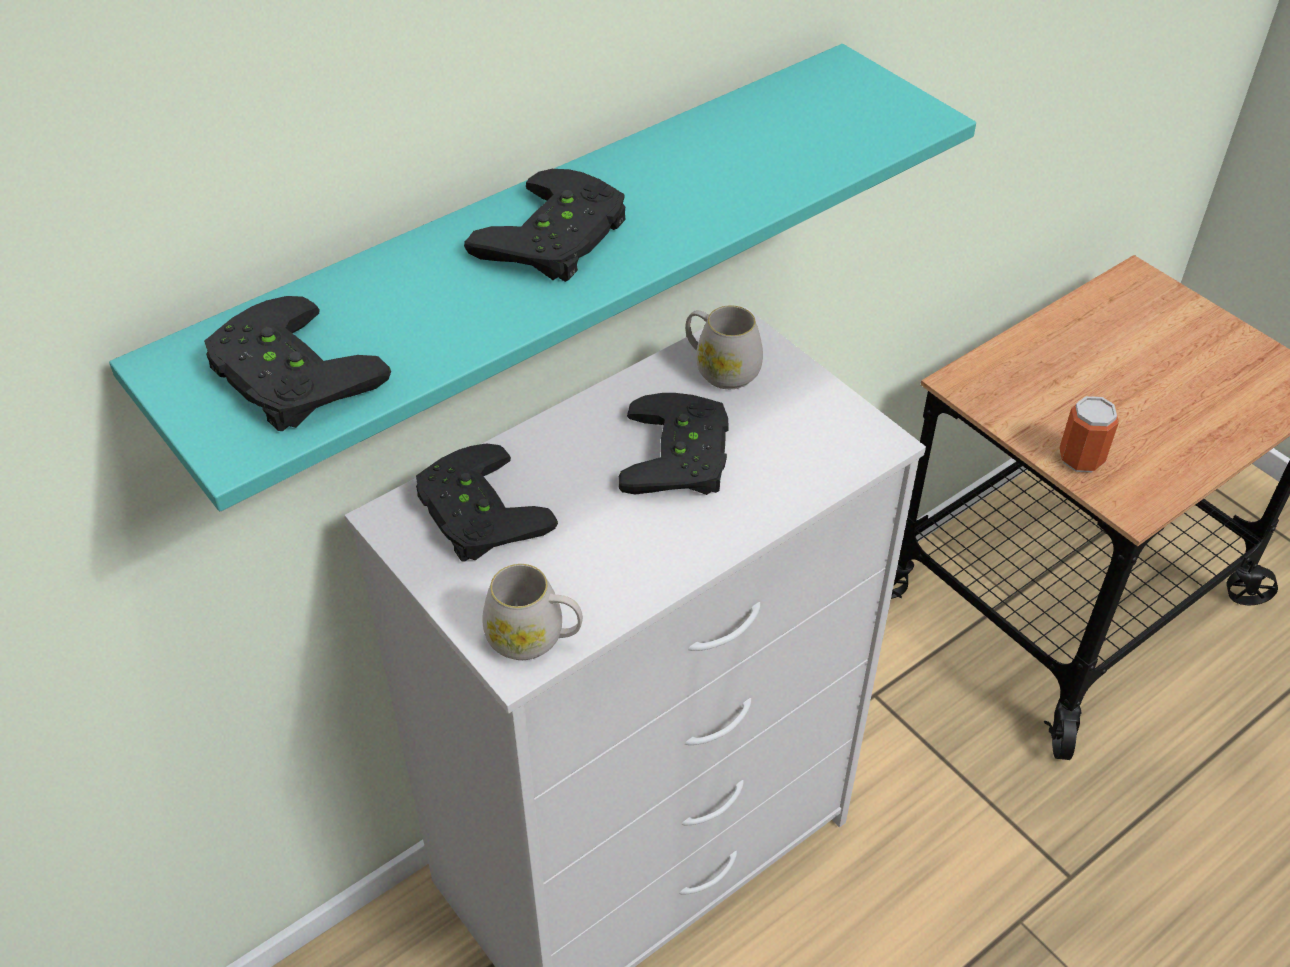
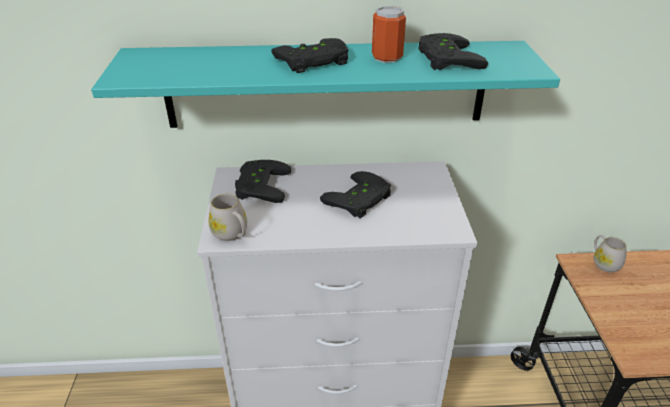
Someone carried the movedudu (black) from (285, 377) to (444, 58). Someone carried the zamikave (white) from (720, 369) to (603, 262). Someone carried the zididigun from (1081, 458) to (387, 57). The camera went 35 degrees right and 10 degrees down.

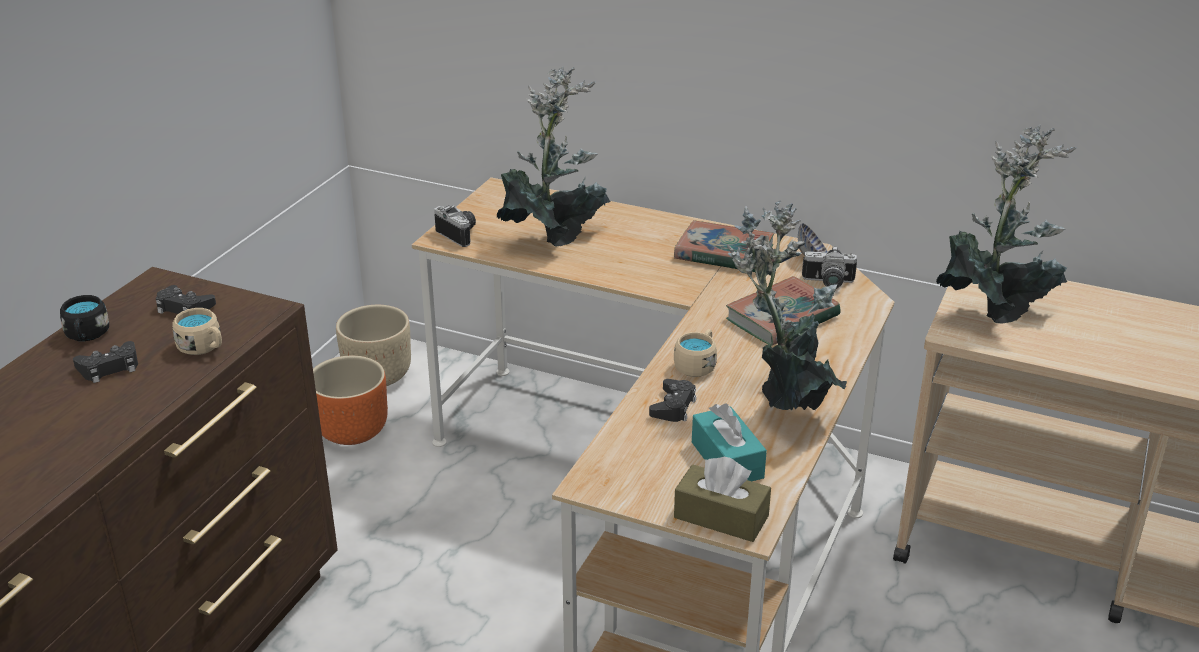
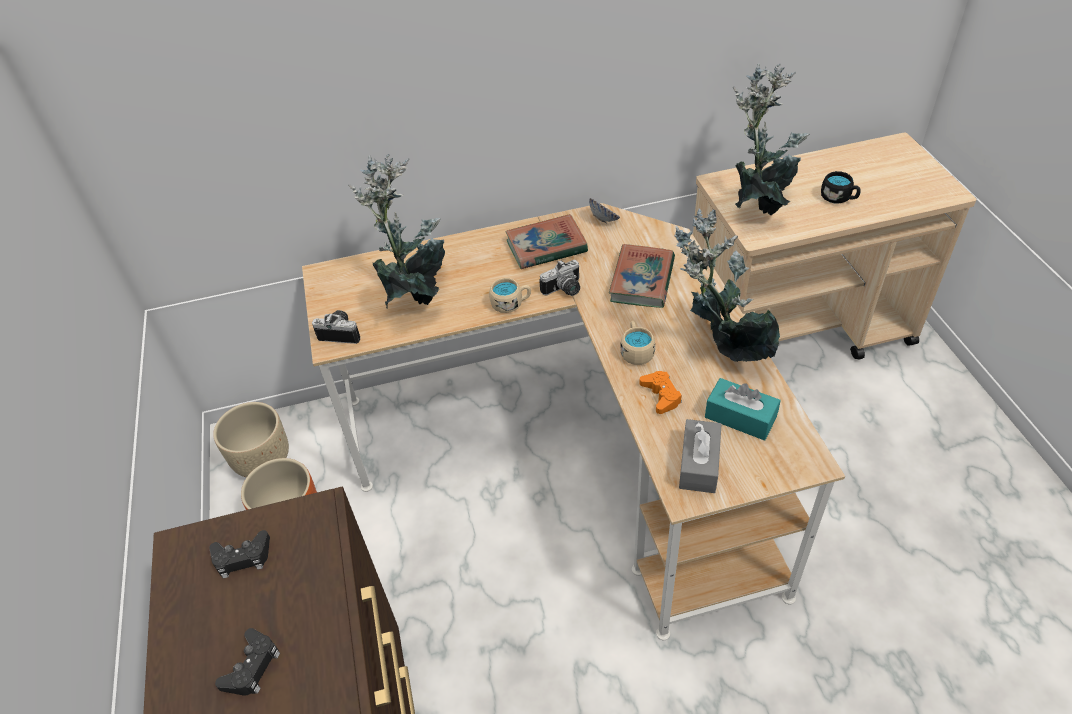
Someone carried the zamikave (black) from (87, 336) to (839, 198). Someone carried the zamikave (beige) from (203, 348) to (511, 304). Someone repainted the movedudu (black) at (673, 406), which became the movedudu (orange) at (661, 395). Someone took away the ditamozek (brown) at (721, 517). Someone carried the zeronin from (828, 283) to (564, 290). Someone put down the ditamozek (grey) at (699, 464). The camera went 35 degrees left and 15 degrees up.

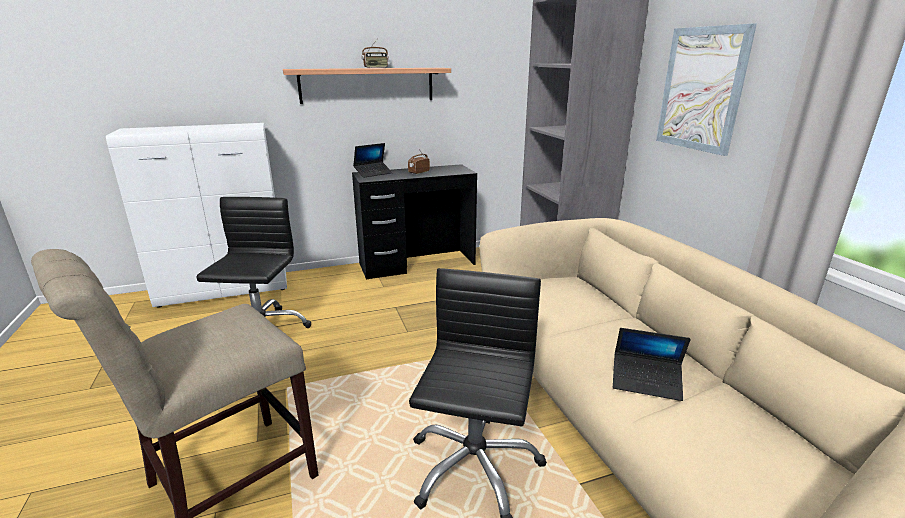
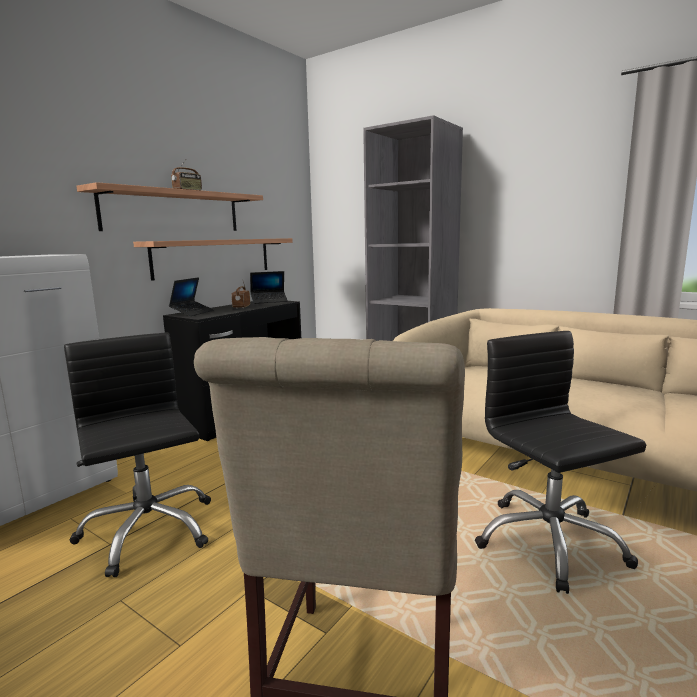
Someone carried the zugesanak from (646, 382) to (269, 301). Someone took away the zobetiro at (701, 89). Someone put up the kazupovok at (214, 257). The camera went 35 degrees left and 10 degrees down.

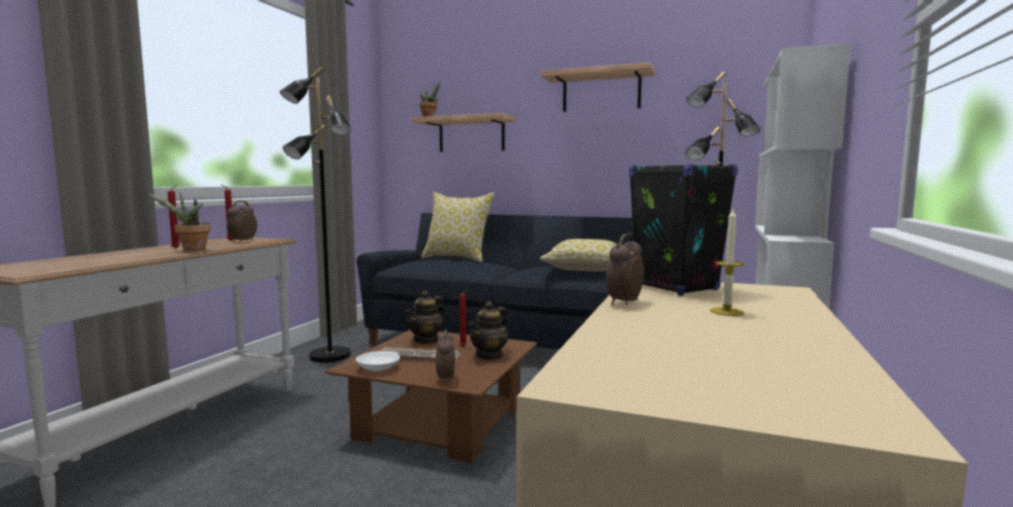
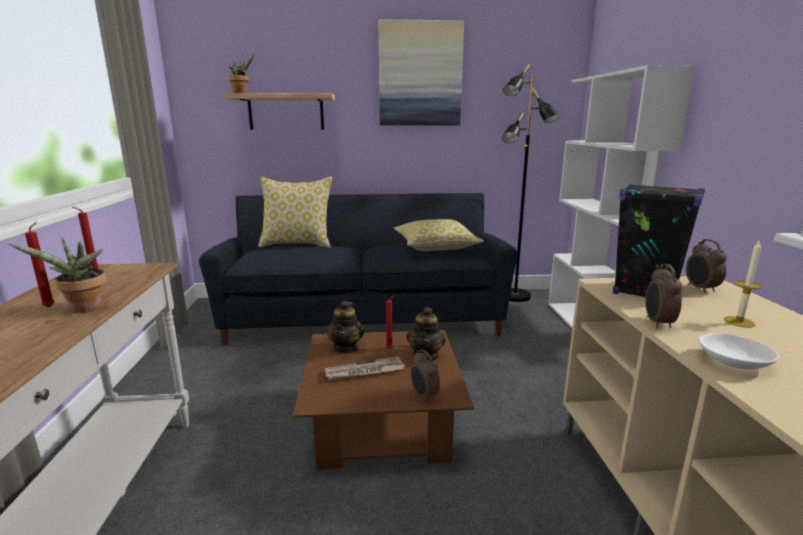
Someone carried the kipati from (242, 241) to (700, 289). Someone took away the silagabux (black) at (329, 356). Someone carried the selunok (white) from (379, 368) to (733, 361). Someone swapped the kazupovok at (601, 92) for the zobetiro at (420, 74). The camera went 25 degrees left and 10 degrees up.

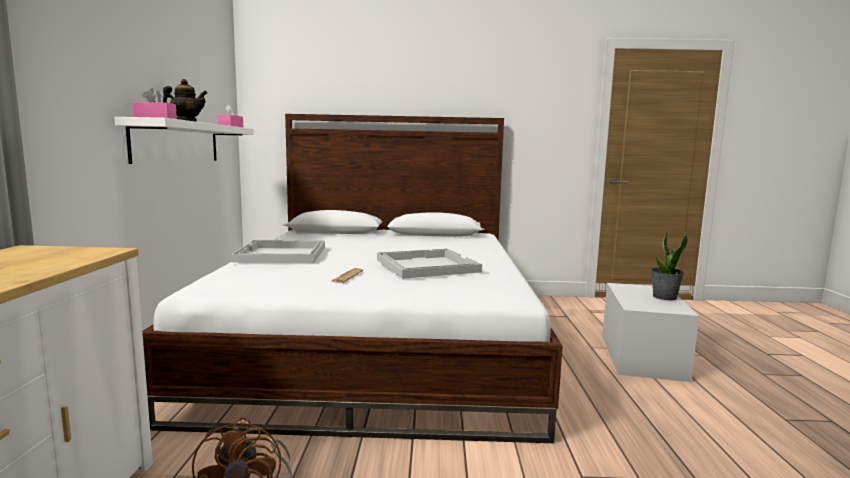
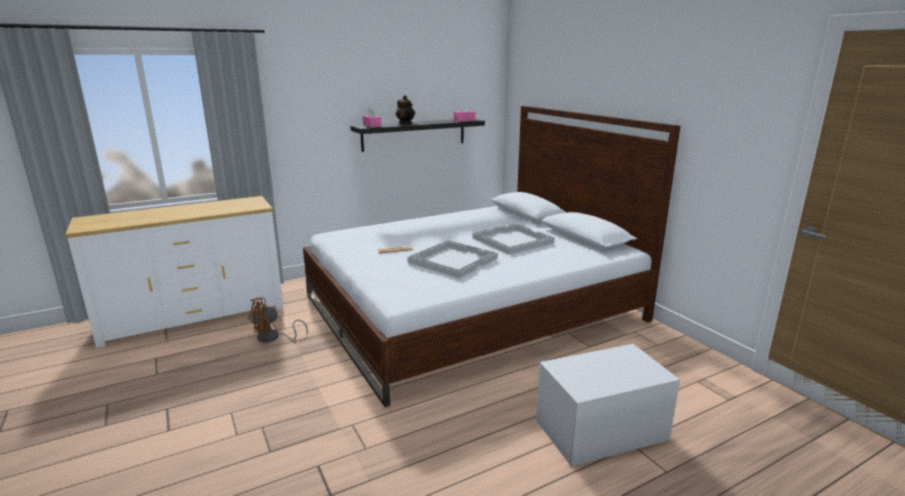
Someone repainted the kazupovok (white) at (178, 142), which became the kazupovok (black) at (414, 134). Someone carried the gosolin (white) from (280, 254) to (511, 240). Someone took away the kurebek at (664, 297). The camera went 60 degrees right and 10 degrees up.

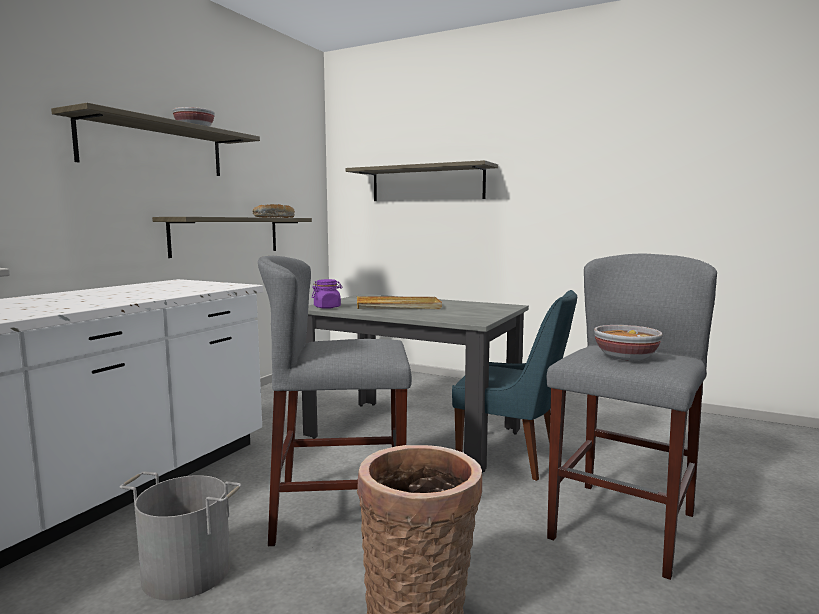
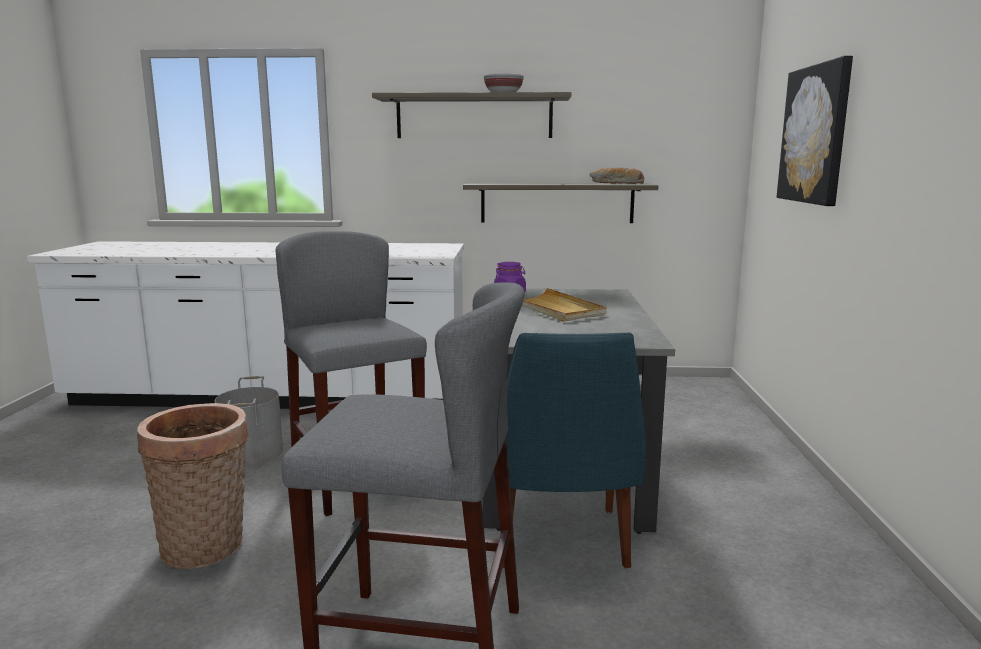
Someone swapped the kazupovok at (427, 184) for the zobetiro at (815, 134). Someone took away the selunok at (625, 357). The camera went 65 degrees right and 5 degrees up.

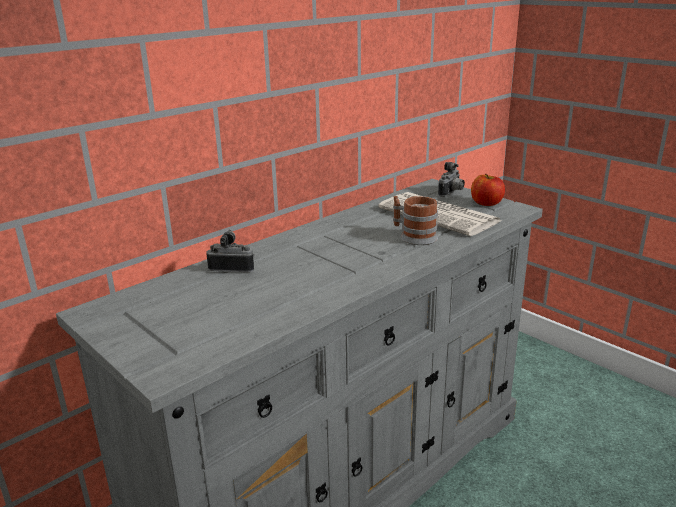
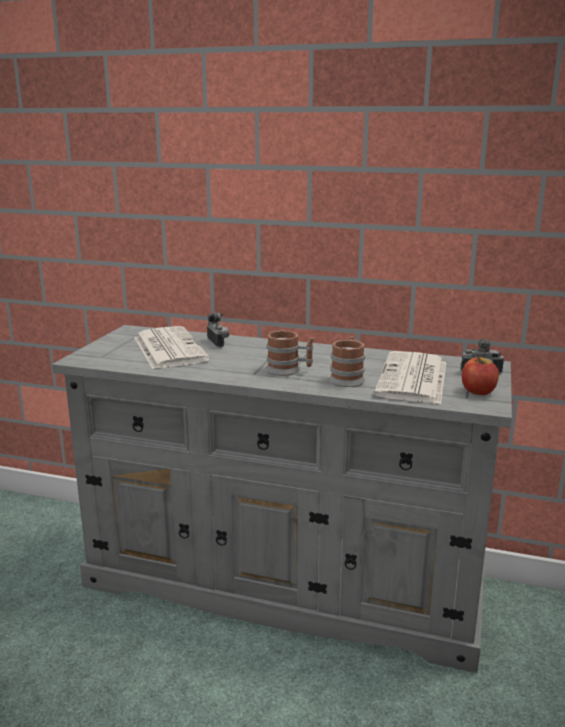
Someone put down the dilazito at (168, 348). Someone put down the zamikave at (289, 370). The camera went 60 degrees right and 5 degrees down.

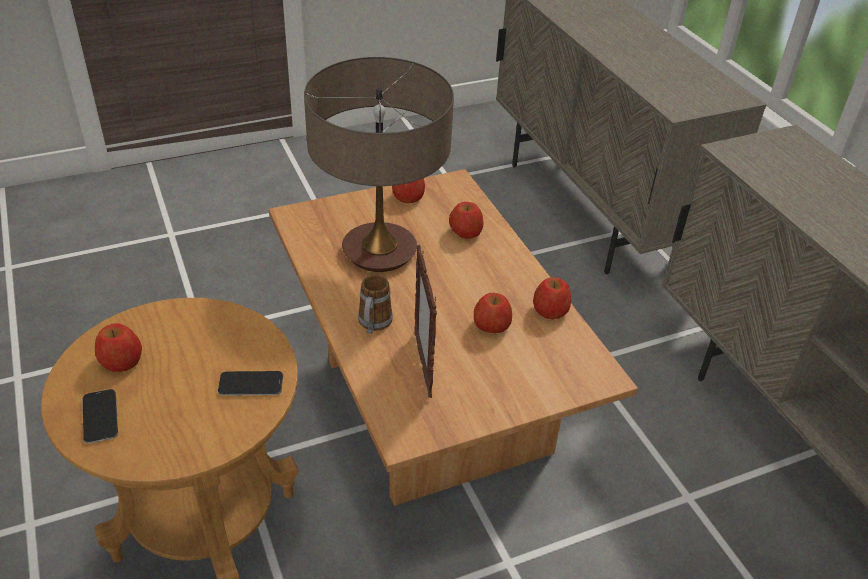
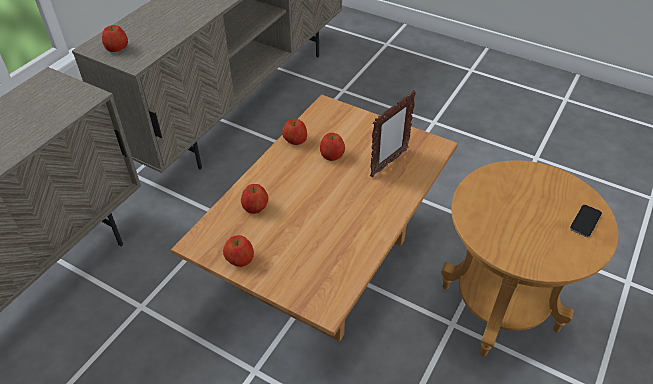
Someone carried the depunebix from (121, 360) to (116, 48). Someone took away the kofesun at (251, 384). Someone took away the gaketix at (379, 252). Someone took away the zamikave at (373, 325). The camera went 125 degrees left and 5 degrees up.

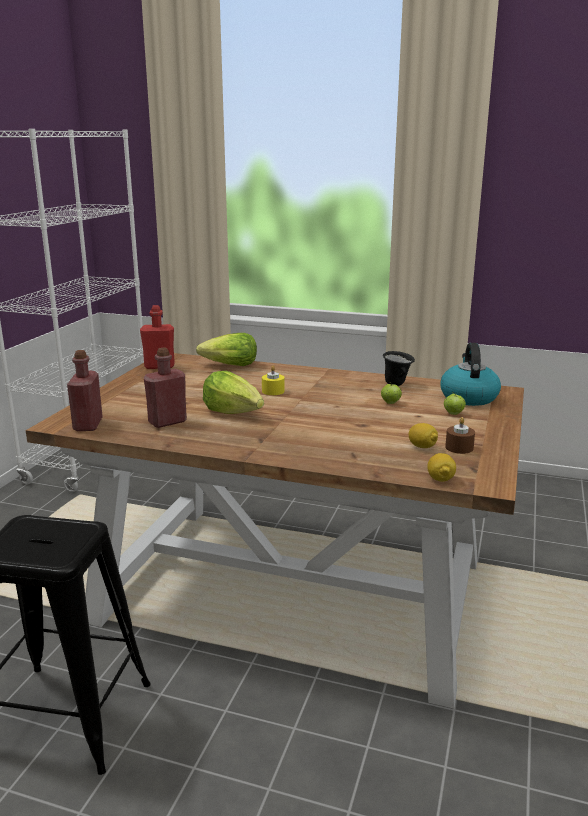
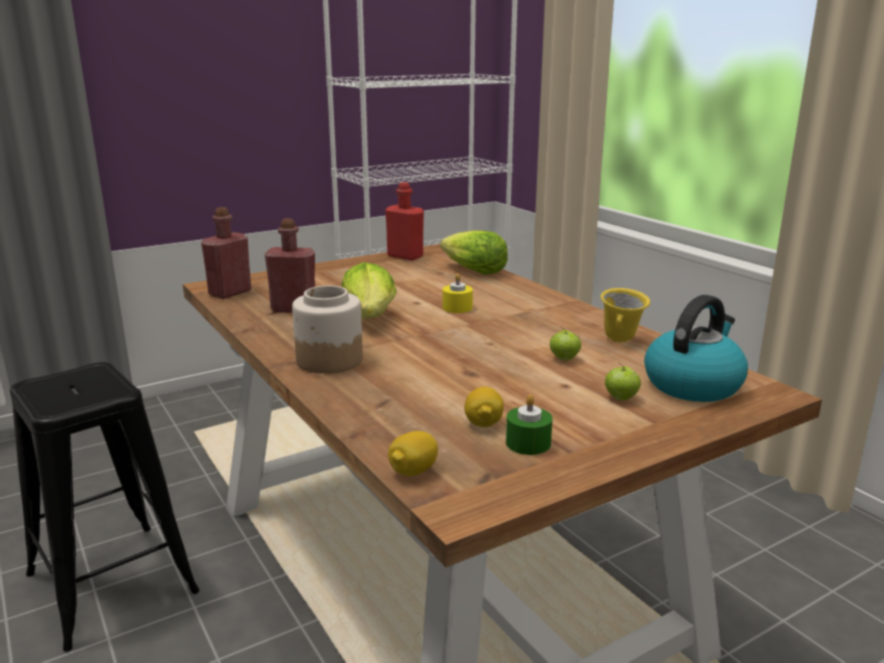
Someone repainted the zamikave (black) at (397, 385), which became the zamikave (yellow) at (621, 341). Someone repainted the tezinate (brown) at (459, 447), which became the tezinate (green) at (528, 443). Someone put down the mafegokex at (329, 360). The camera went 40 degrees right and 0 degrees up.

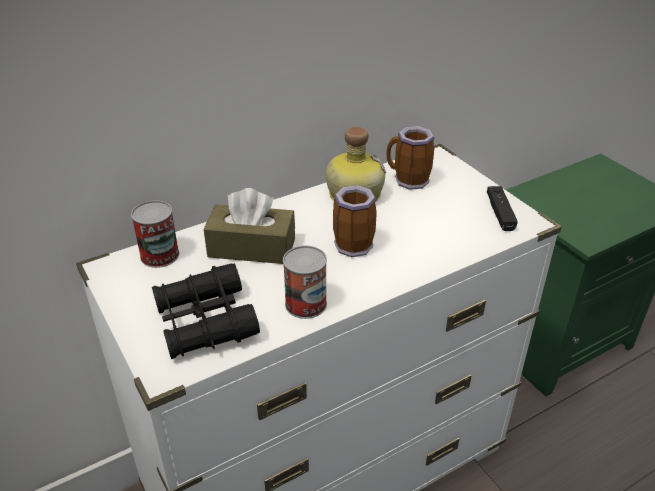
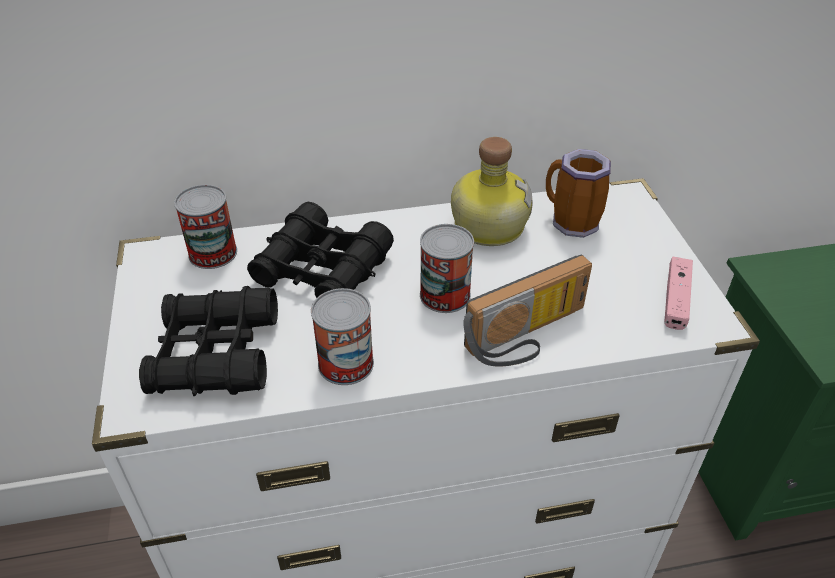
Someone swapped the ditamozek (brown) at (252, 248) for the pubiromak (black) at (322, 269). Someone swapped the zamikave at (349, 244) for the zididigun at (445, 295). Someone repainted the movedudu (black) at (500, 213), which became the movedudu (pink) at (676, 299). Someone put down the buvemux at (529, 337). The camera went 20 degrees right and 5 degrees up.

